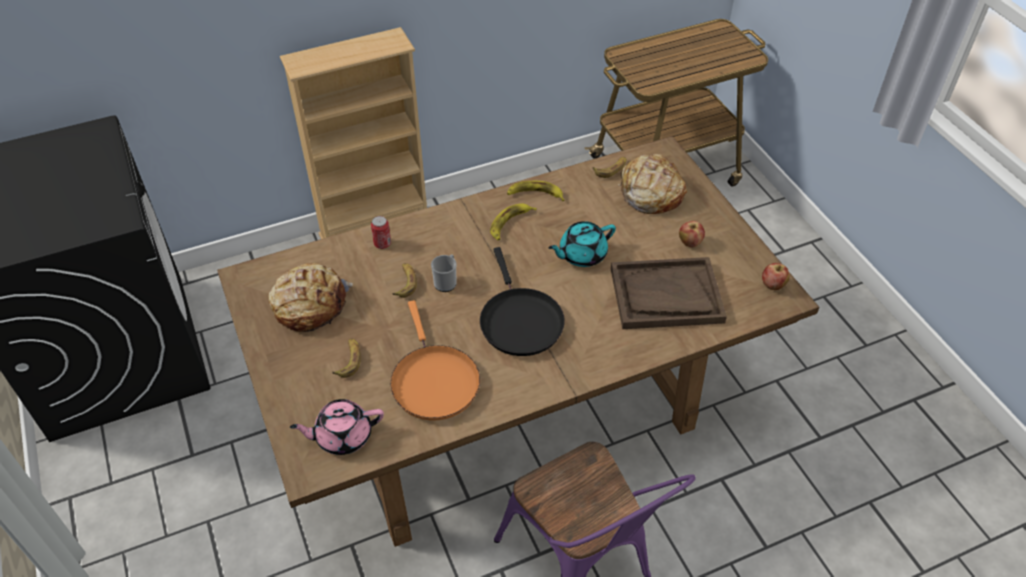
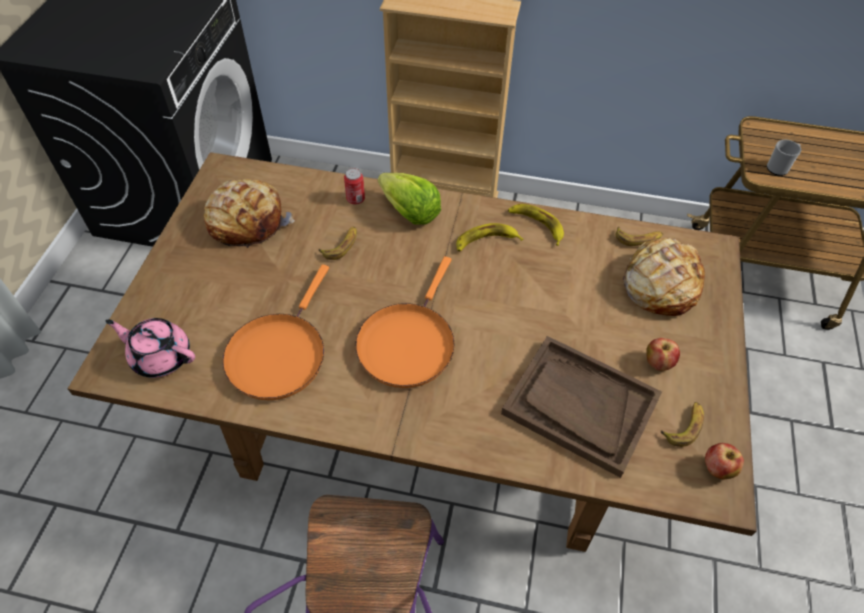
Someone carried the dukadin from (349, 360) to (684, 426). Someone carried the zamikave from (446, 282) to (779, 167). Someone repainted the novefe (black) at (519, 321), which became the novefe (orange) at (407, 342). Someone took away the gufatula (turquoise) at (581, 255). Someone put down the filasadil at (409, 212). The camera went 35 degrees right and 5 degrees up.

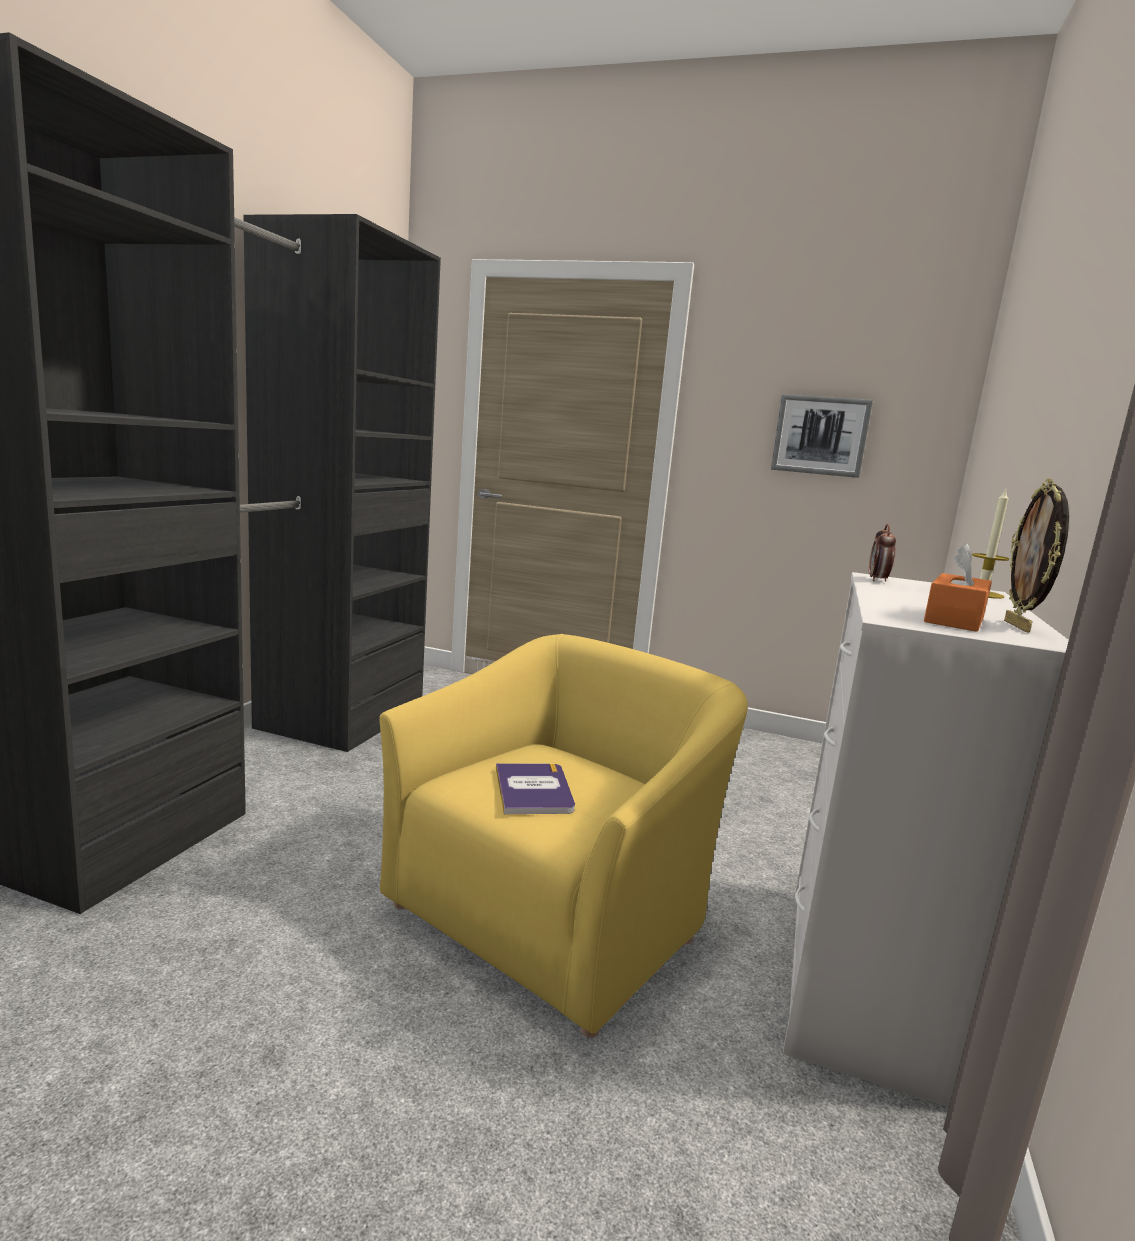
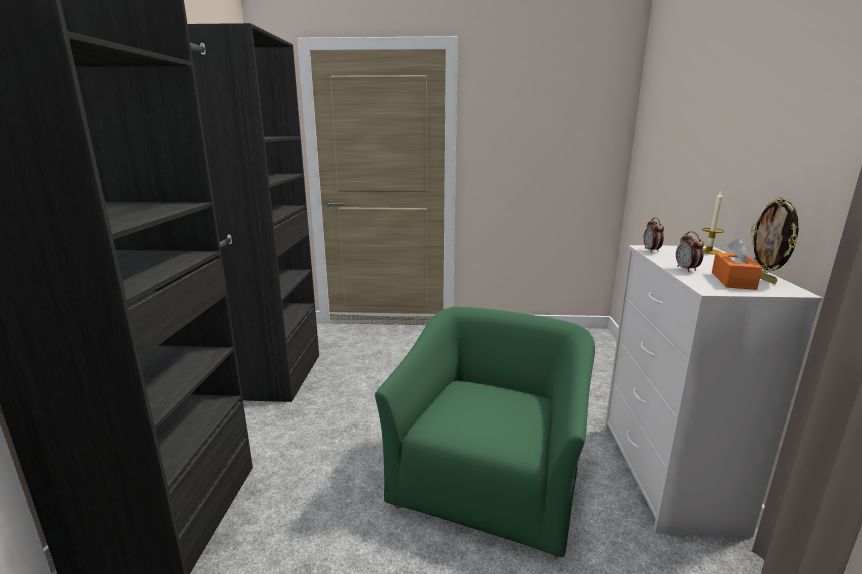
Someone repainted the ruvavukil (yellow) at (555, 912), which became the ruvavukil (green) at (489, 482). Someone took away the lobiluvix at (533, 790). Someone took away the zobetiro at (820, 435). Someone put down the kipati at (686, 269). The camera went 15 degrees left and 5 degrees up.

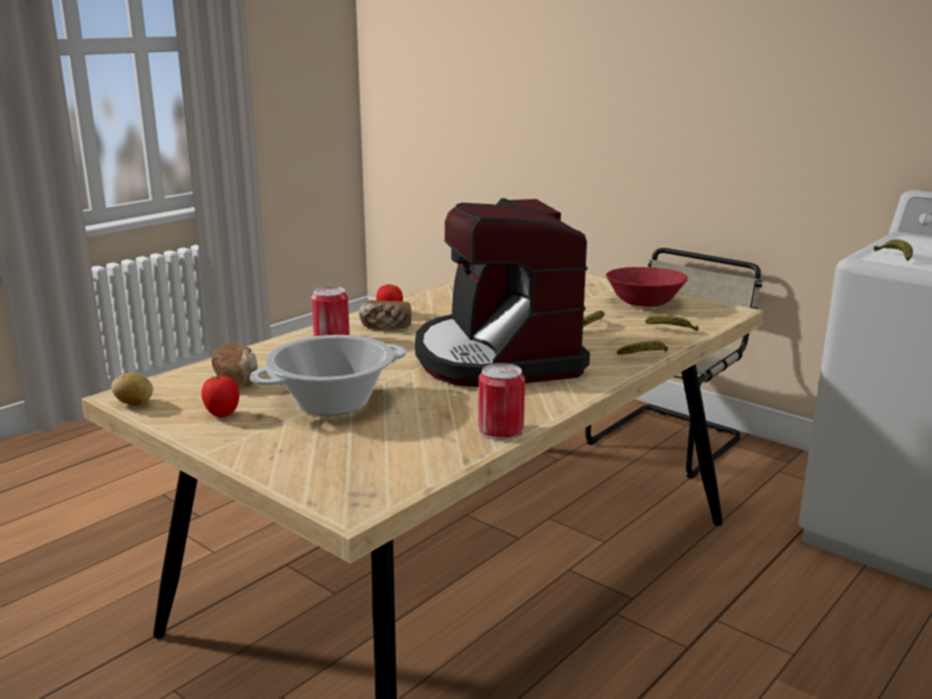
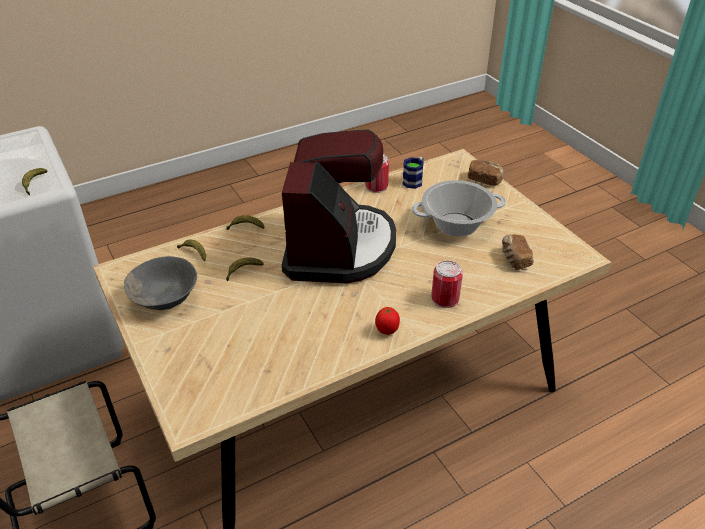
Someone took away the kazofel at (135, 404). Someone took away the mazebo at (222, 415). Someone carried the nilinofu from (386, 327) to (484, 179). Someone repainted the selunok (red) at (645, 303), which became the selunok (grey) at (165, 297). Someone put down the zamikave at (414, 180). The camera went 160 degrees left and 20 degrees up.

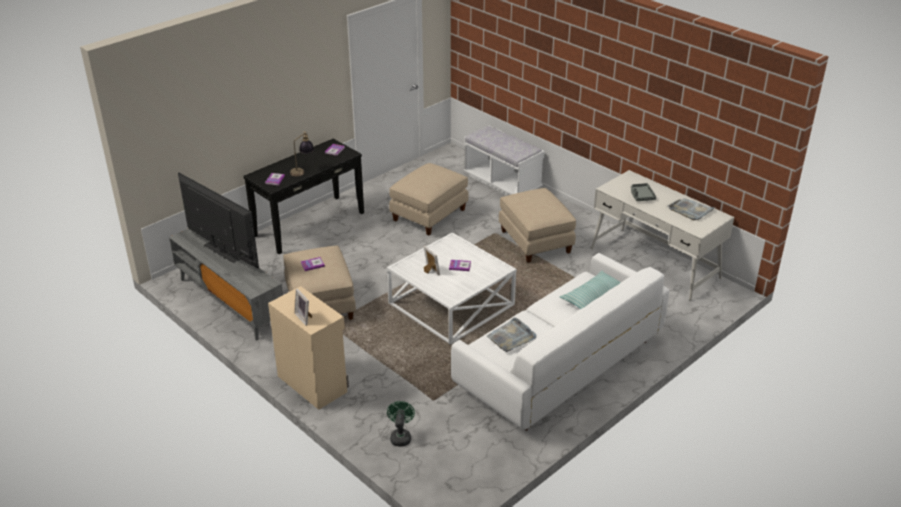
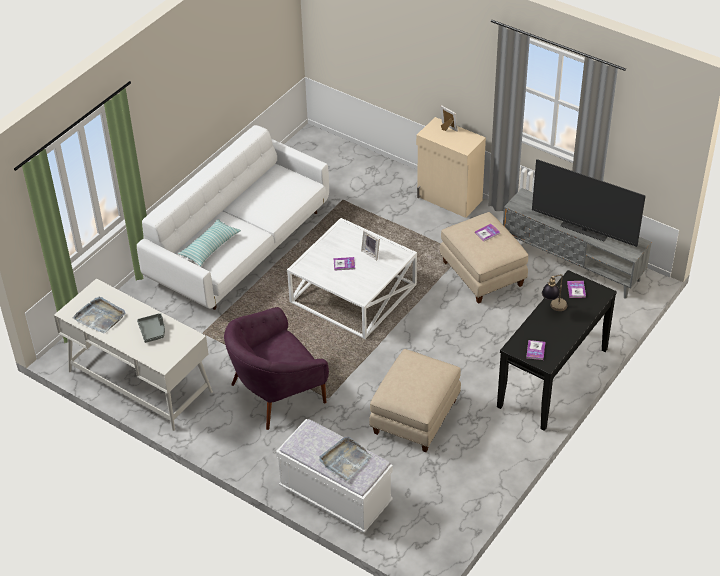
Someone took away the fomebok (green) at (400, 436). Someone carried the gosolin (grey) from (511, 337) to (345, 460). Someone swapped the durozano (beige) at (536, 241) for the ruvavukil (purple) at (277, 393). The camera went 170 degrees right and 10 degrees up.

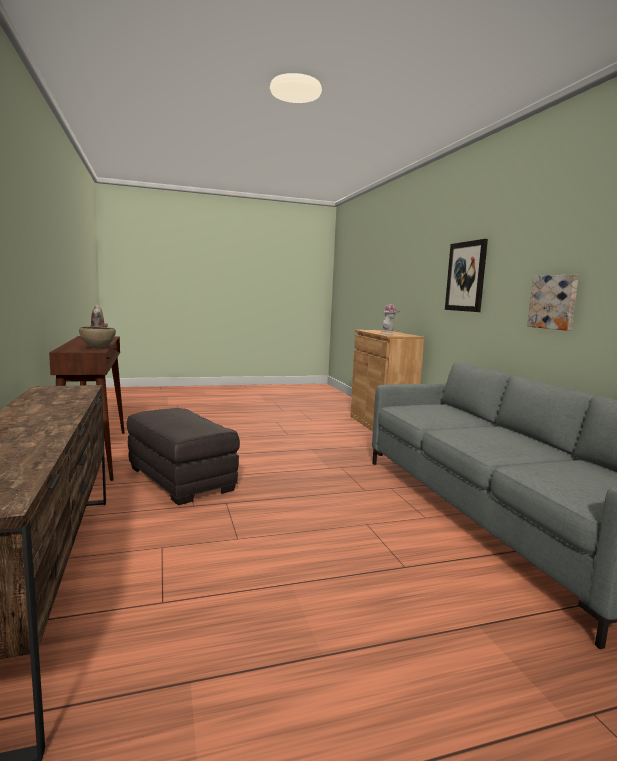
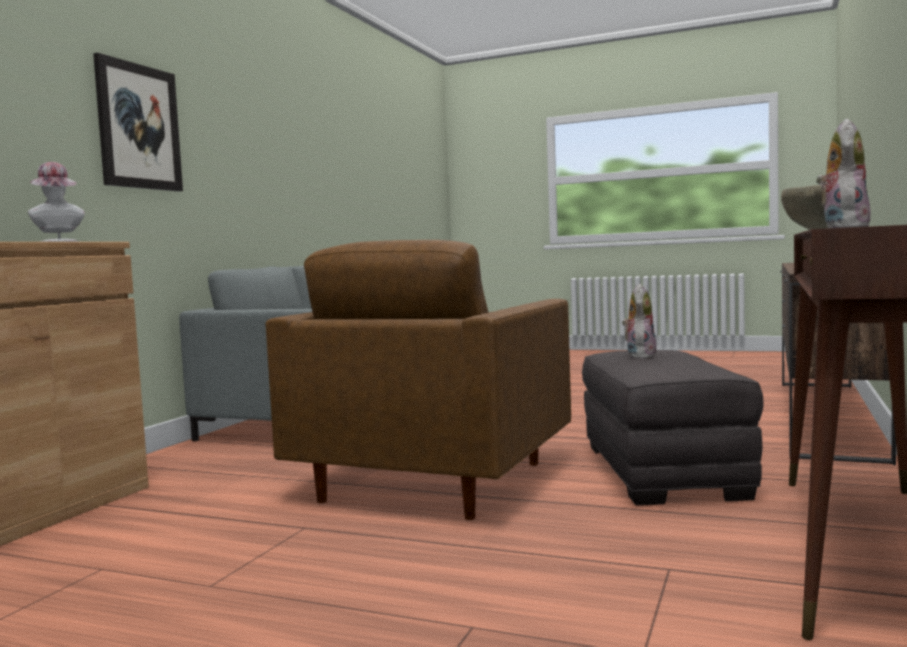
Someone took away the zobetiro at (554, 302). Someone put down the ruvavukil (brown) at (435, 481). Someone put down the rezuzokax at (639, 356). The camera went 140 degrees left and 5 degrees down.

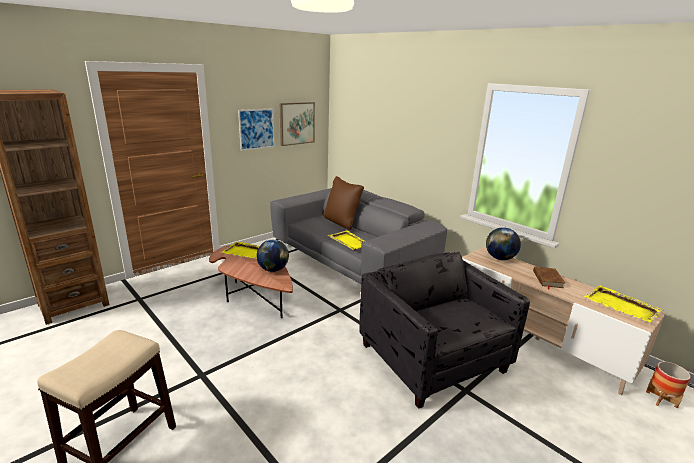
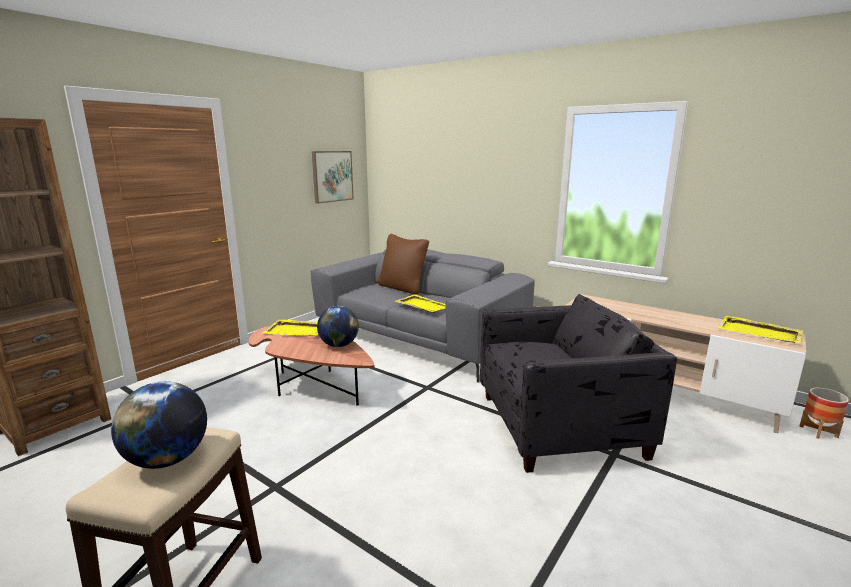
Someone took away the zobetiro at (256, 129). Someone rotated the ruvavukil (grey) at (432, 358) by 120 degrees clockwise. Someone carried the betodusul from (500, 258) to (167, 460). Someone took away the lobiluvix (brown) at (547, 279). The camera went 10 degrees left and 5 degrees down.

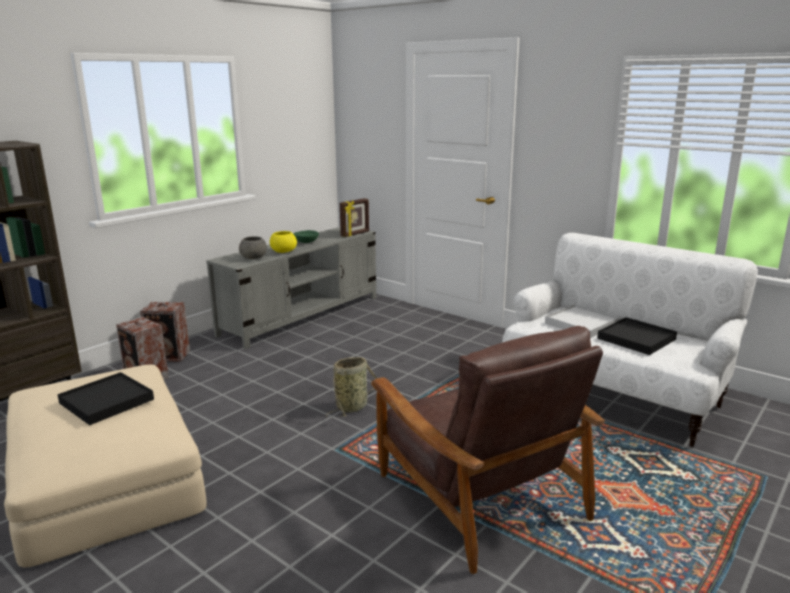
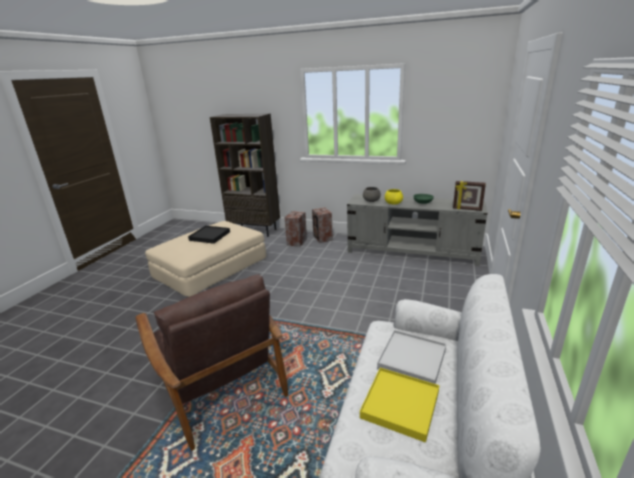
Someone took away the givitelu at (353, 406). Someone rotated the ruvavukil (brown) at (478, 494) by 75 degrees counterclockwise. Someone repainted the gosolin (black) at (636, 339), which became the gosolin (yellow) at (400, 405). The camera went 70 degrees right and 5 degrees up.

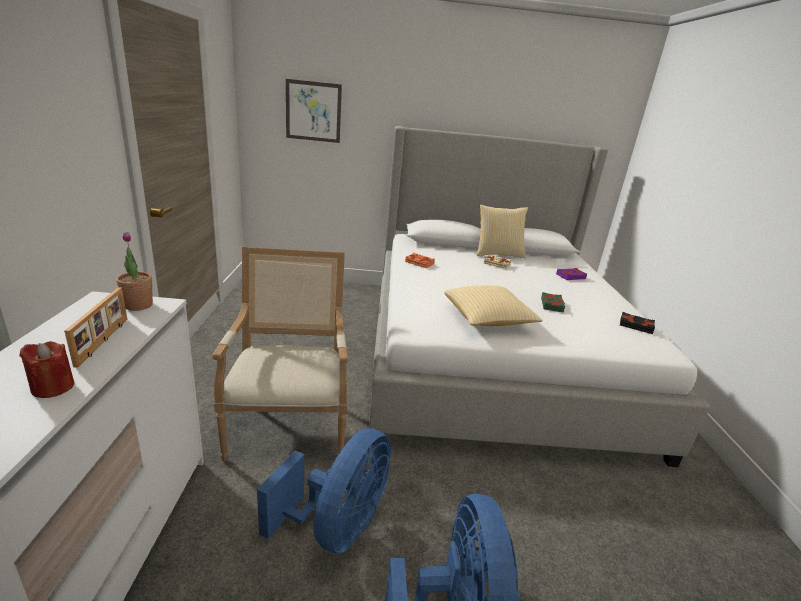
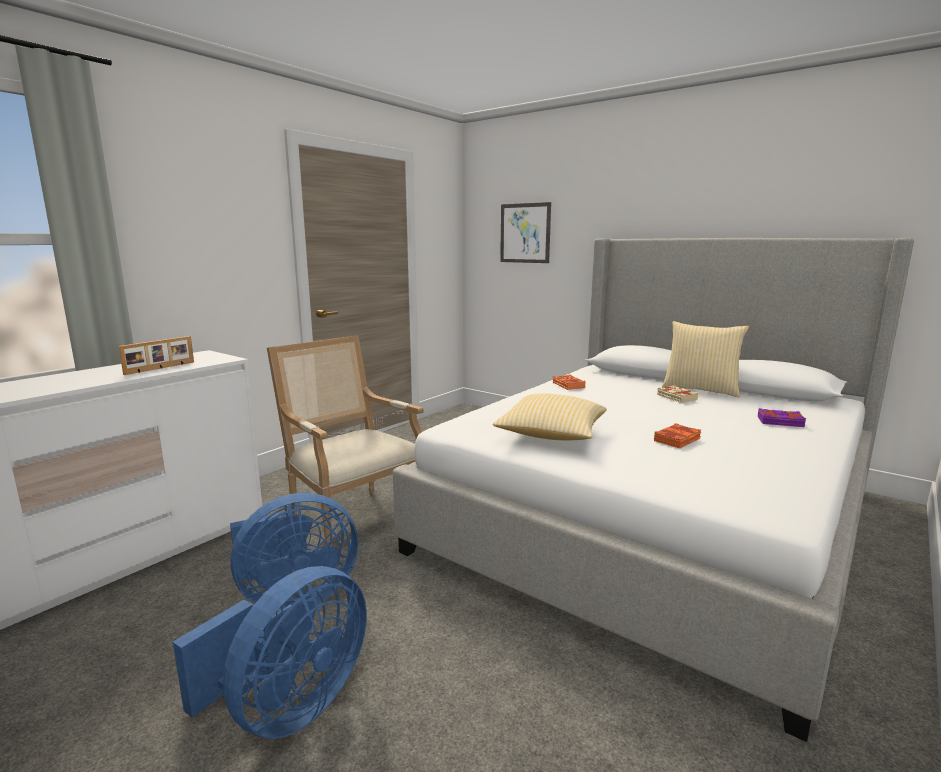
Someone took away the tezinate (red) at (53, 387). Someone took away the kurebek at (138, 305). Someone rotated the ruvavukil at (289, 425) by 75 degrees counterclockwise. Someone repainted the lobiluvix (green) at (552, 305), which became the lobiluvix (orange) at (677, 440). Someone took away the lobiluvix (black) at (635, 325). The camera went 40 degrees right and 10 degrees down.

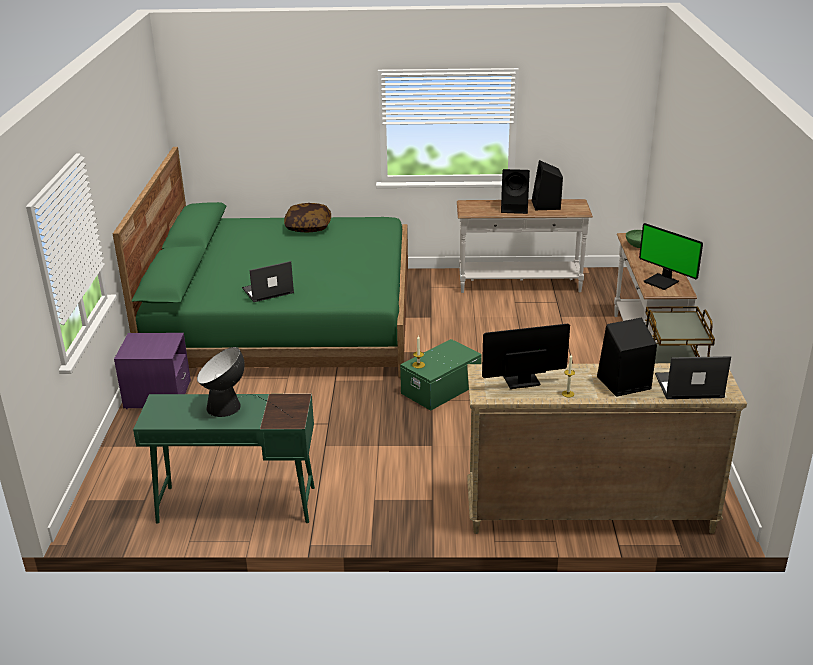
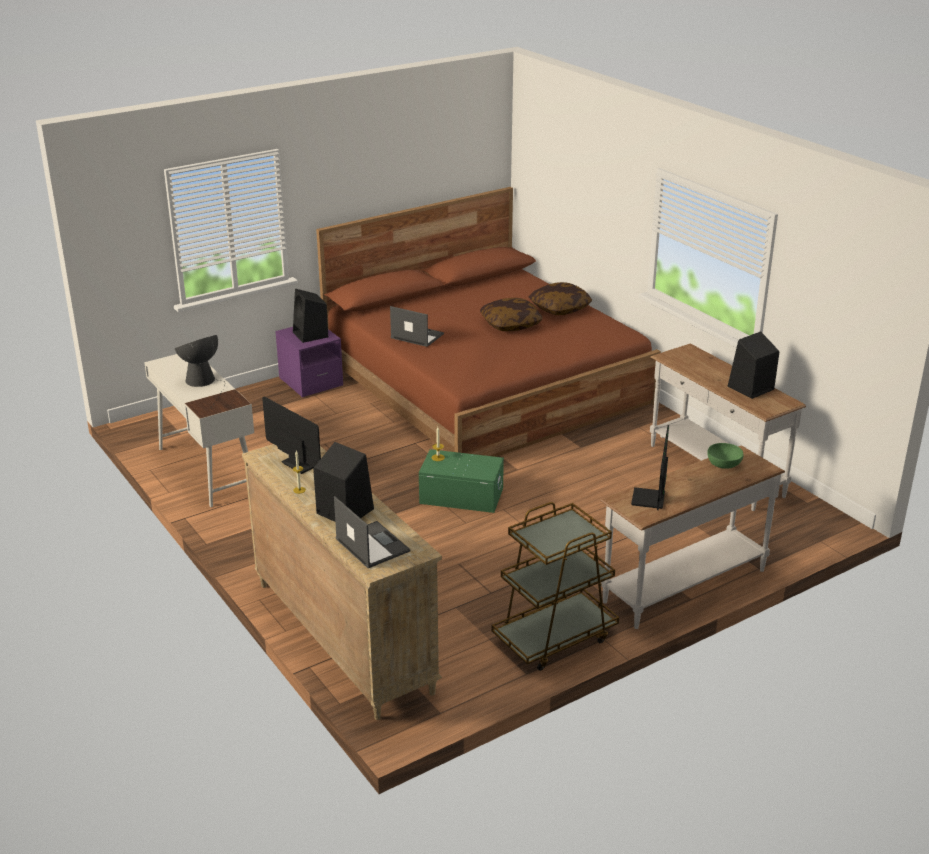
Someone repainted the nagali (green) at (285, 318), which became the nagali (brown) at (485, 383). Someone repainted the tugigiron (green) at (236, 504), which became the tugigiron (white) at (206, 469). Someone carried the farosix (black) from (515, 208) to (311, 335). Someone put down the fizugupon at (511, 324). The camera went 55 degrees right and 0 degrees up.

